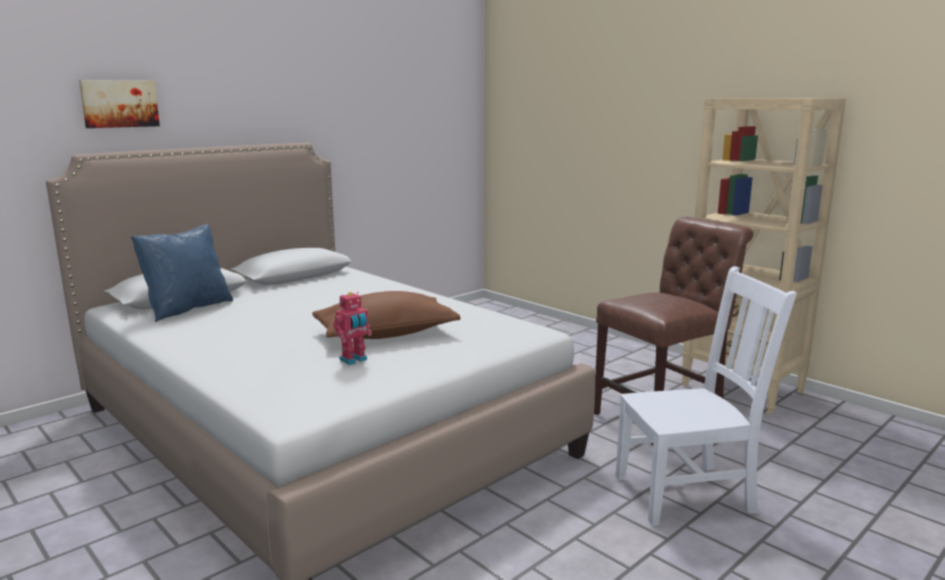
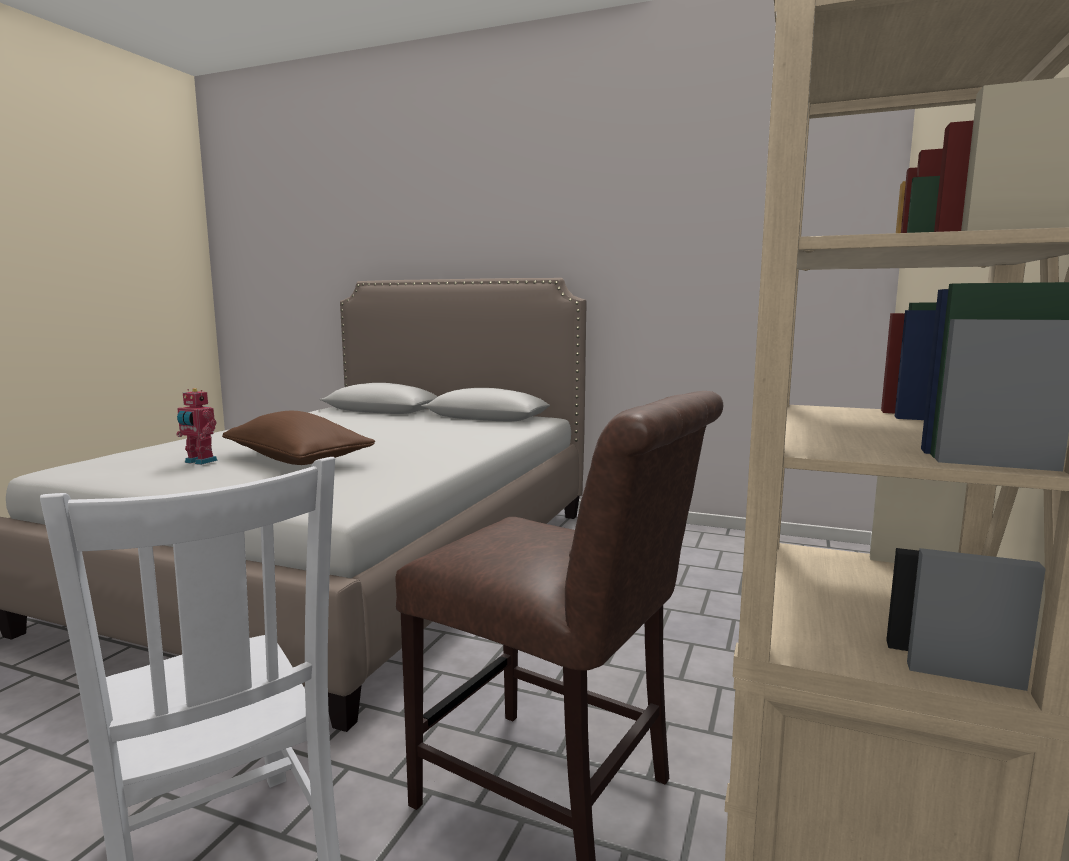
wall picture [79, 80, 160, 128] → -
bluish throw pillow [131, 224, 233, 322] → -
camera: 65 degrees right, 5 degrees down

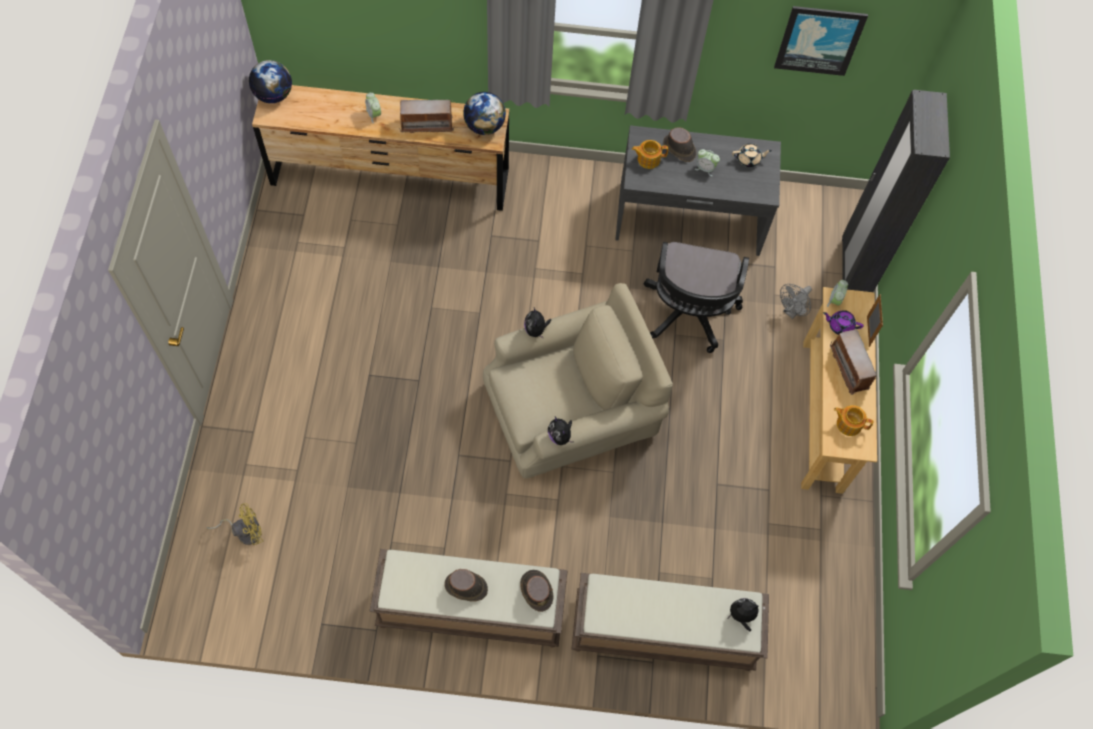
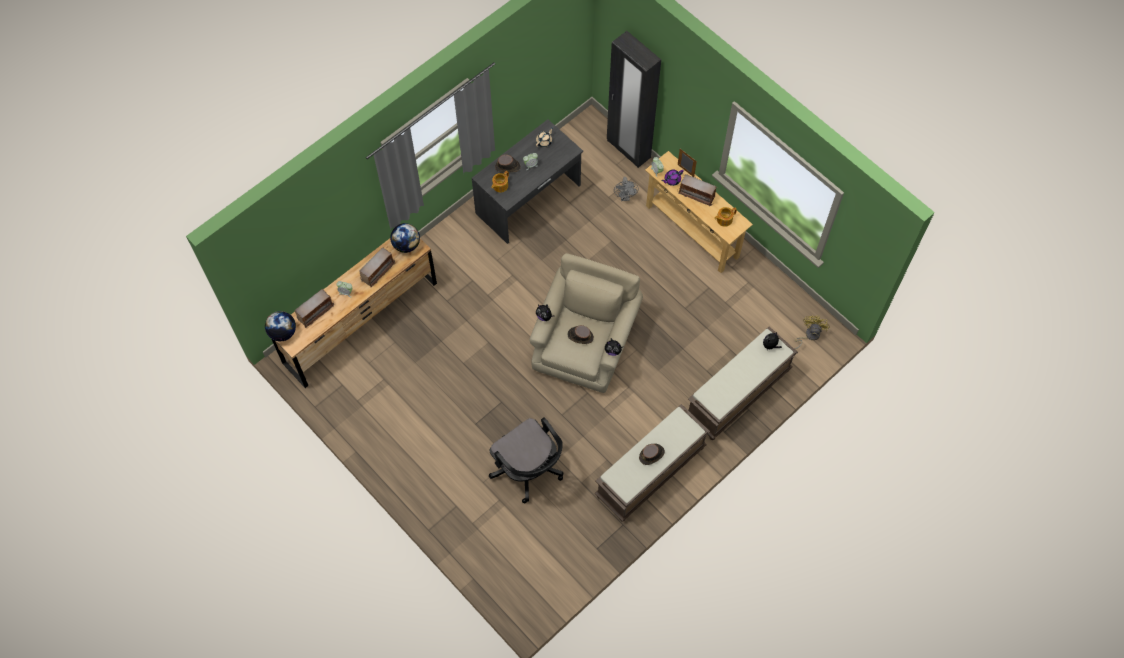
yellow fan [207, 503, 263, 545] → yellow fan [795, 316, 830, 349], move
brown clothing hat [520, 570, 553, 612] → brown clothing hat [568, 325, 594, 344], move
blackish desk chair [643, 242, 749, 353] → blackish desk chair [489, 417, 564, 503], move
wall picture [774, 6, 868, 76] → -
- → radio set [295, 288, 334, 328]
camera: 45 degrees left, 0 degrees up

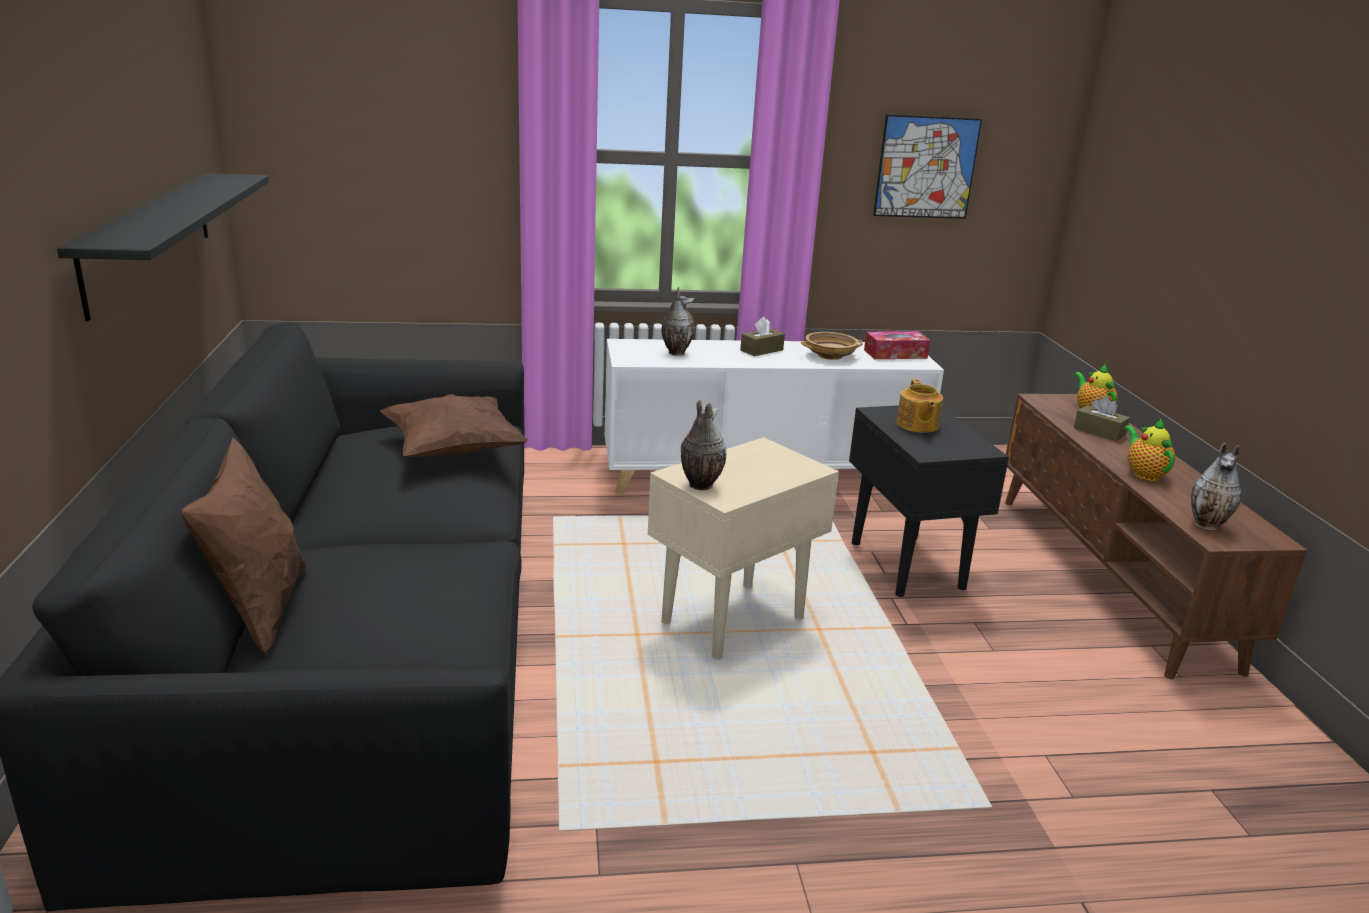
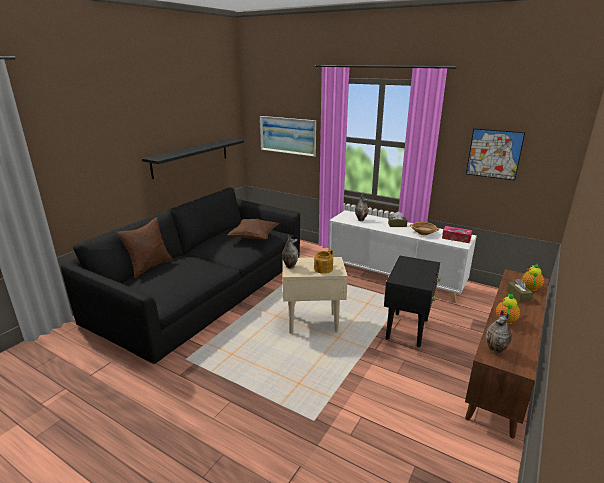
pot for tea [896, 379, 943, 433] → pot for tea [314, 249, 333, 274], move
- → wall picture [259, 116, 316, 157]
camera: 40 degrees right, 0 degrees up

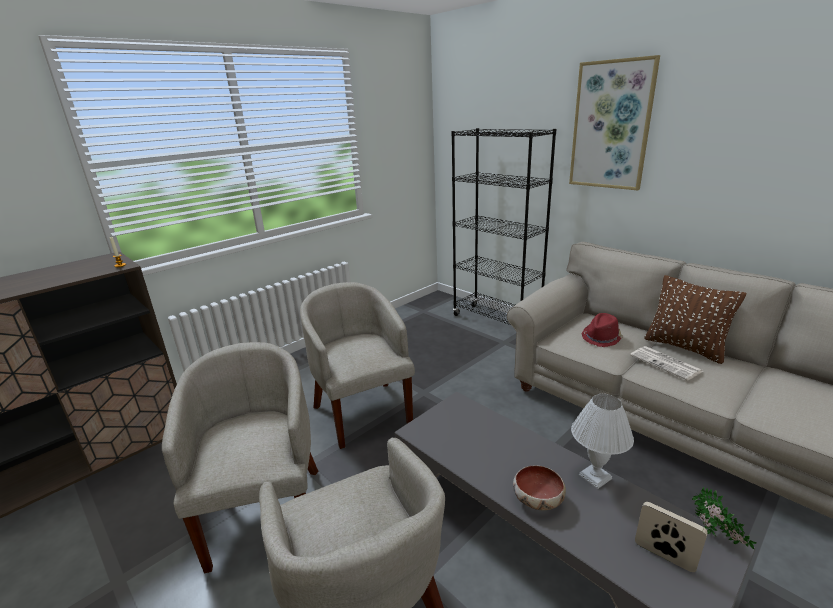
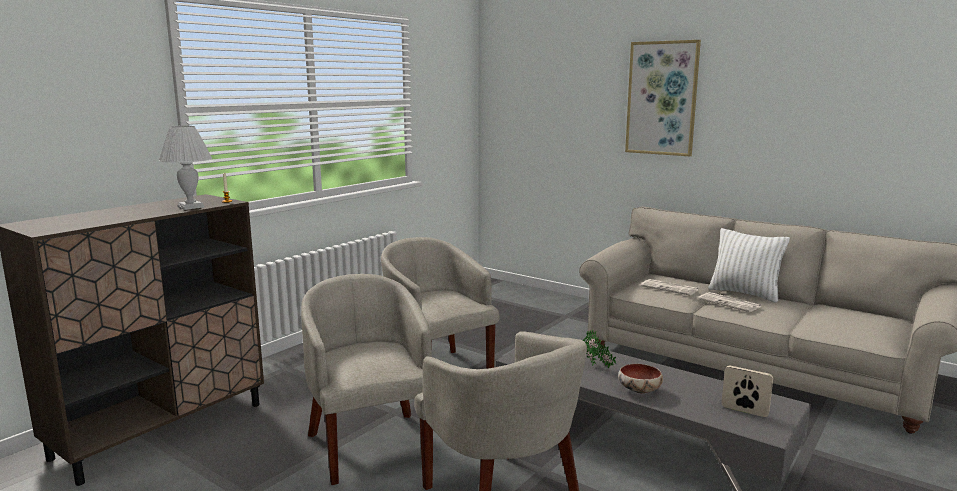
blackish bookshelf [451, 128, 556, 325] → -
white table lamp [571, 394, 634, 489] → white table lamp [159, 126, 212, 210], move
red-coloured clothing hat [582, 313, 623, 347] → newspaper [641, 279, 698, 295]
brown throw pillow [644, 275, 746, 364] → white throw pillow [708, 228, 790, 303]
potted plant [692, 487, 757, 550] → potted plant [583, 330, 616, 368], move
camera: 10 degrees left, 10 degrees down

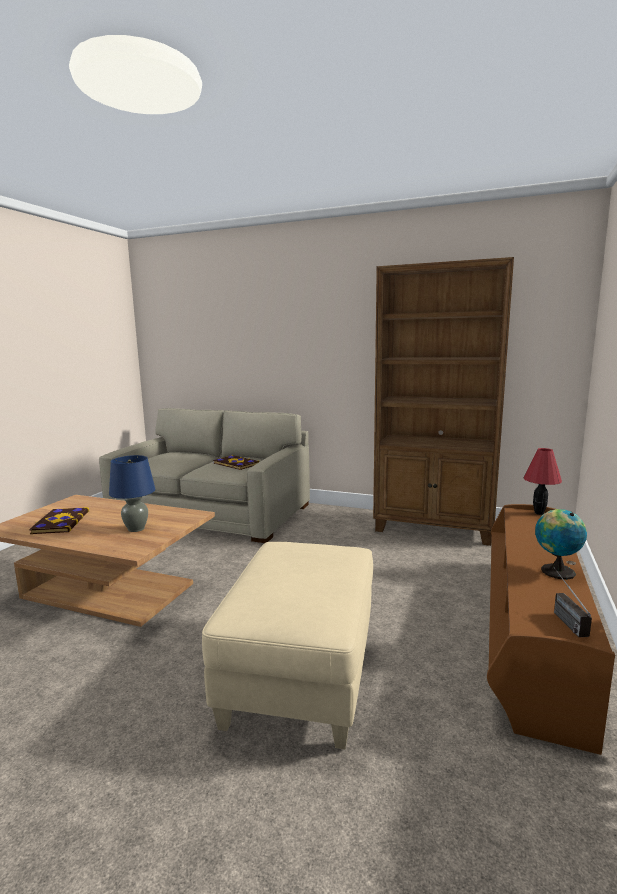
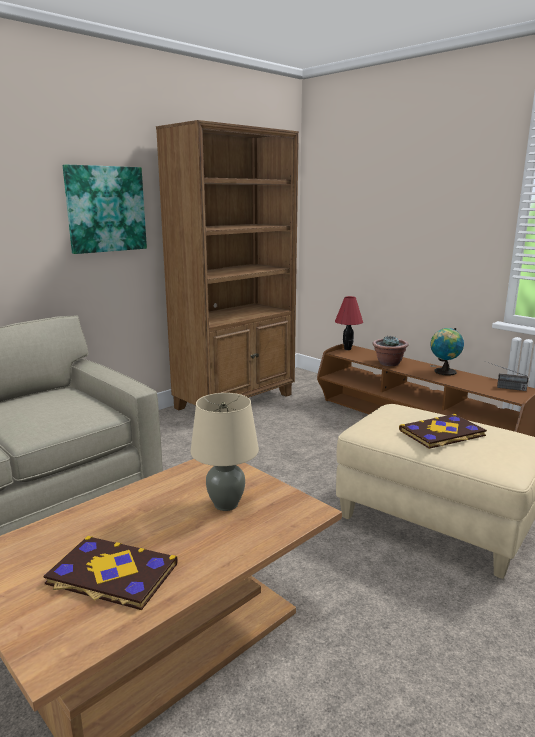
bluish table lamp [109, 455, 155, 532] → beige-coloured table lamp [190, 393, 259, 511]
bound book [213, 455, 260, 470] → bound book [399, 414, 487, 449], move
- → wall picture [63, 164, 147, 254]
- → potted plant [372, 336, 408, 366]
camera: 65 degrees left, 5 degrees up

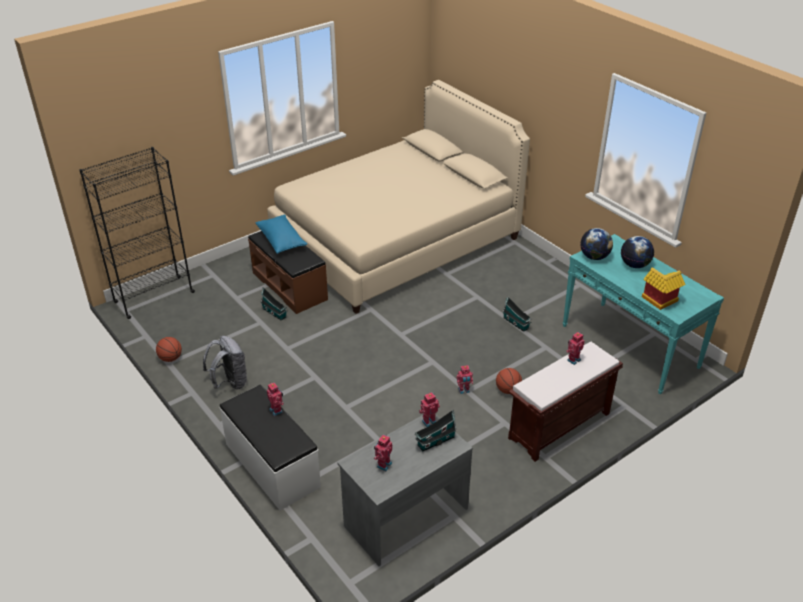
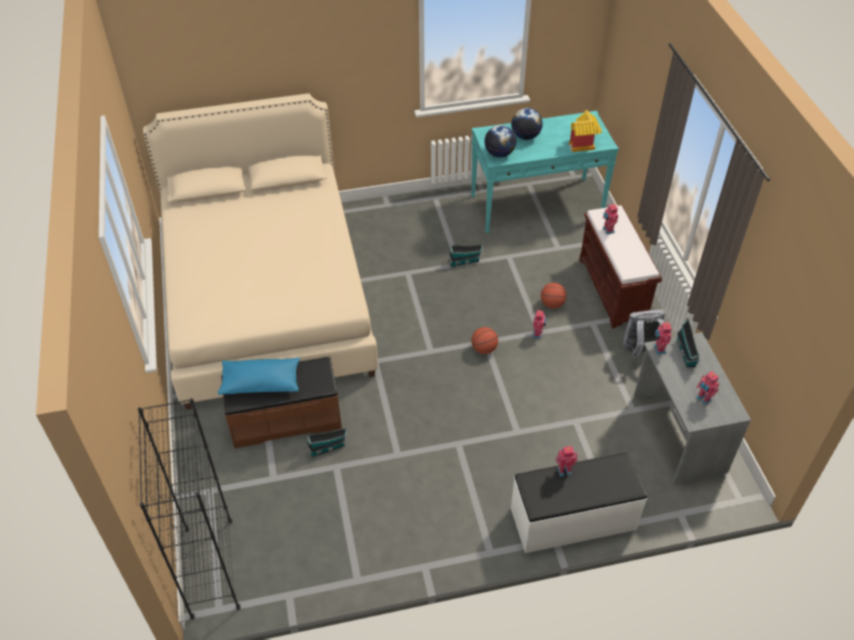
basketball ball [156, 337, 182, 362] → basketball ball [471, 327, 498, 354], move
grey knapsack [203, 336, 247, 390] → grey knapsack [623, 310, 665, 360], move
camera: 65 degrees left, 10 degrees up

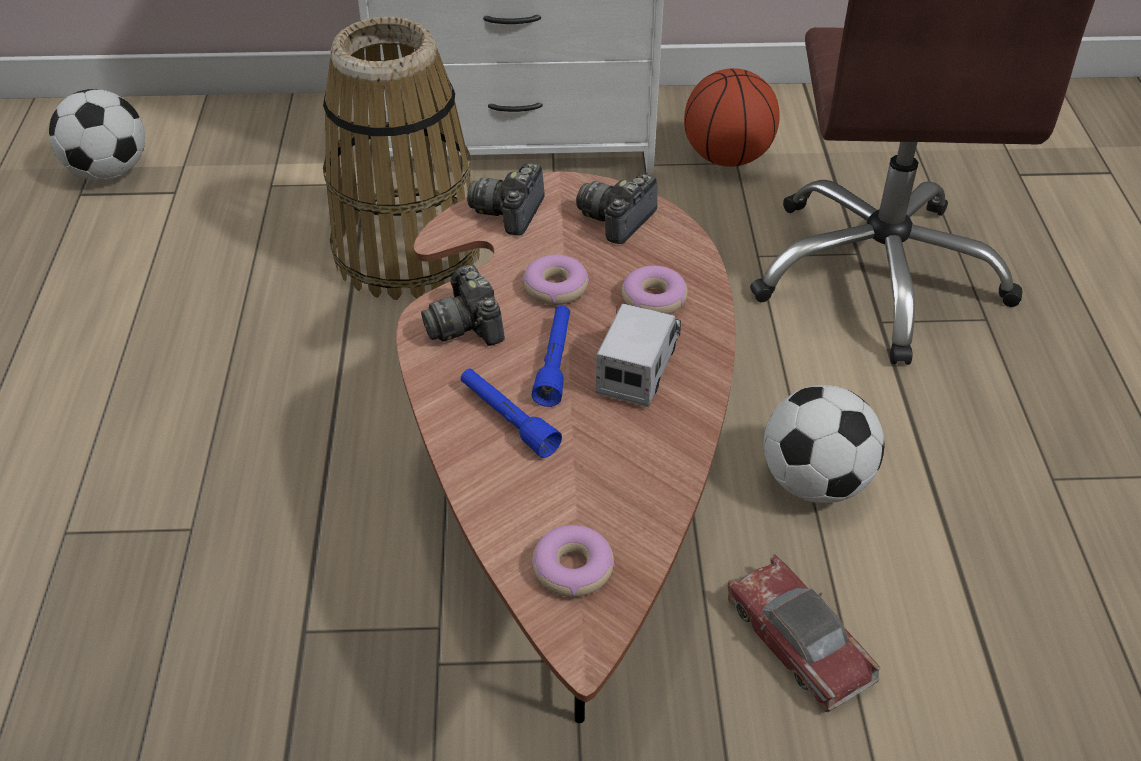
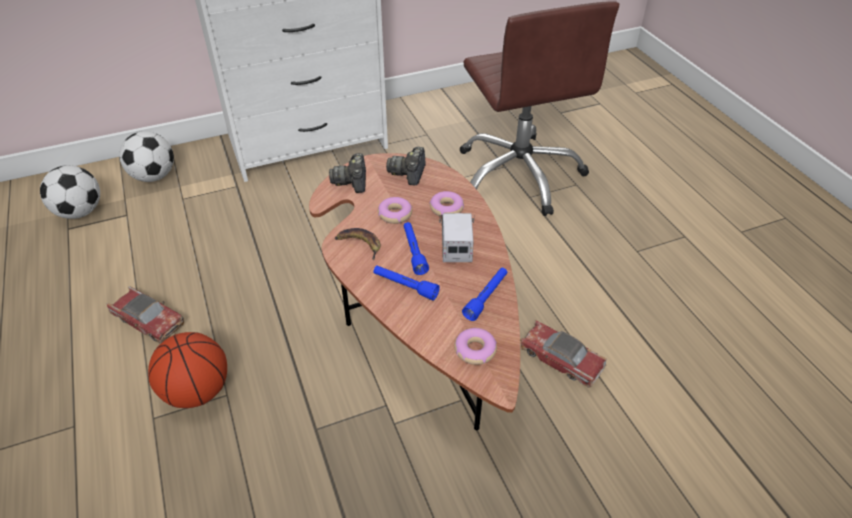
storage basket [323, 17, 480, 300] → -
still camera [421, 264, 505, 346] → banana fruit [335, 228, 380, 260]
basketball ball [684, 68, 780, 167] → basketball ball [148, 332, 227, 408], move
football [764, 385, 884, 503] → football [119, 131, 174, 182], move
- → toy car [107, 286, 184, 343]
- → bluish flashlight [462, 268, 507, 321]
camera: 20 degrees left, 0 degrees up

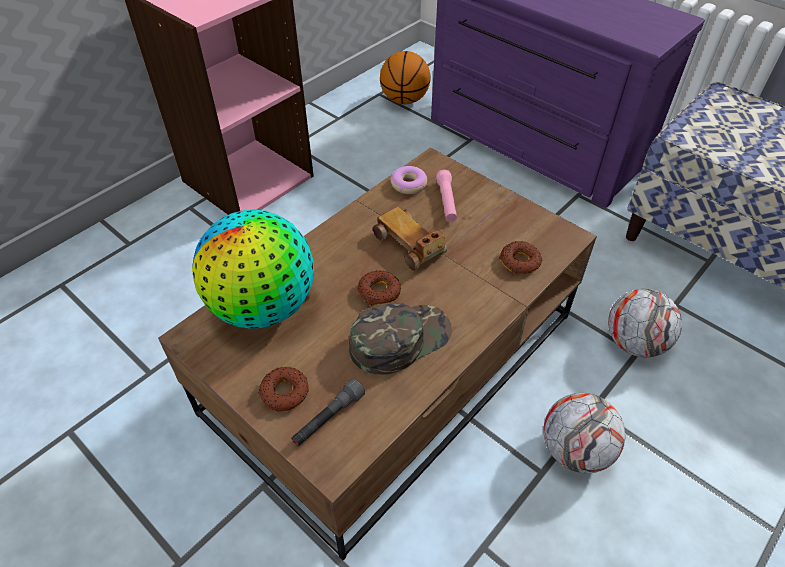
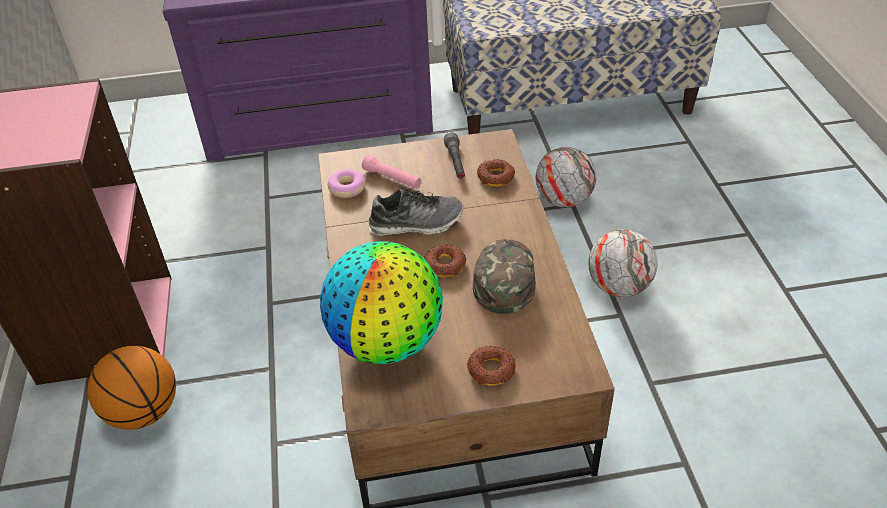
grey flashlight [291, 379, 365, 446] → grey flashlight [444, 132, 465, 179], move
toy car [373, 207, 447, 271] → shoe [369, 188, 463, 236]
basketball ball [380, 51, 431, 104] → basketball ball [88, 346, 176, 430], move
camera: 50 degrees left, 5 degrees down

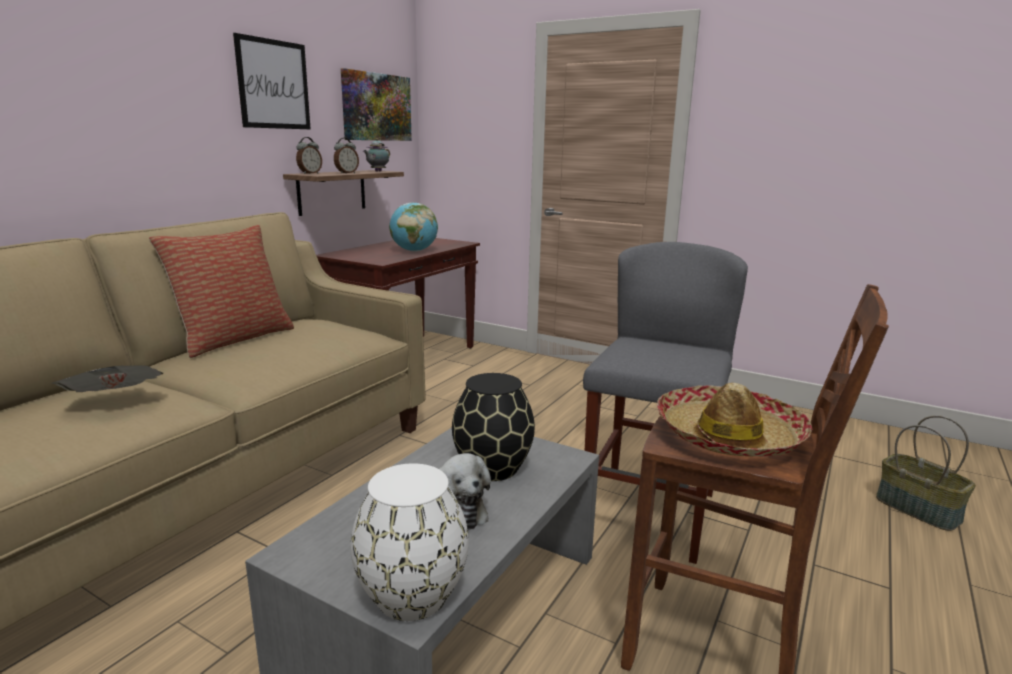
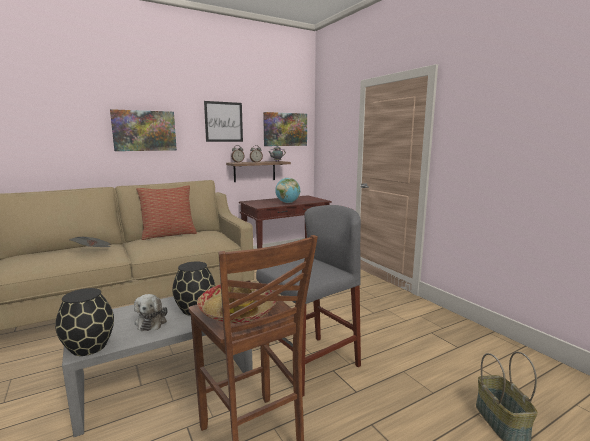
white vase [351, 463, 469, 621] → blackish vase [55, 288, 114, 356]
- → wall picture [110, 109, 177, 151]
camera: 30 degrees right, 5 degrees down

